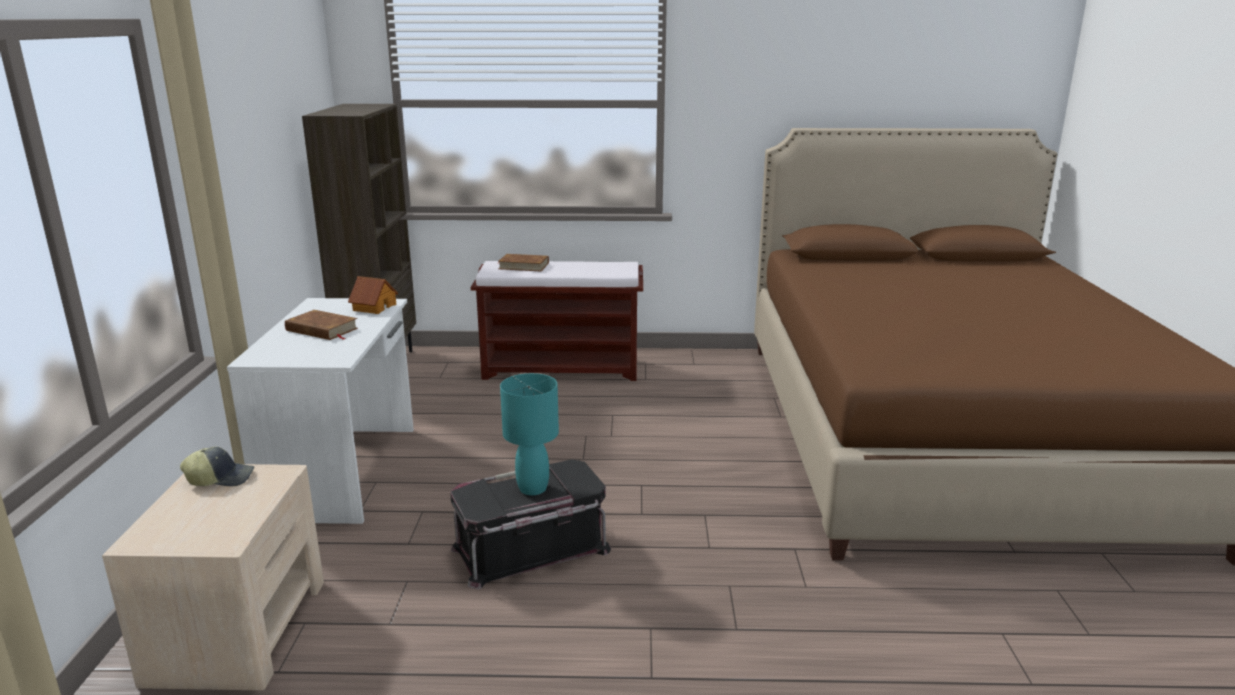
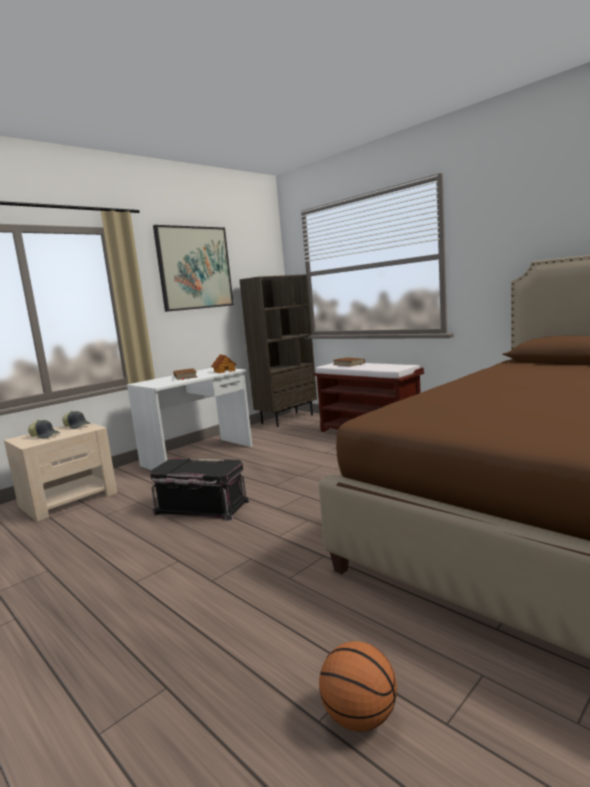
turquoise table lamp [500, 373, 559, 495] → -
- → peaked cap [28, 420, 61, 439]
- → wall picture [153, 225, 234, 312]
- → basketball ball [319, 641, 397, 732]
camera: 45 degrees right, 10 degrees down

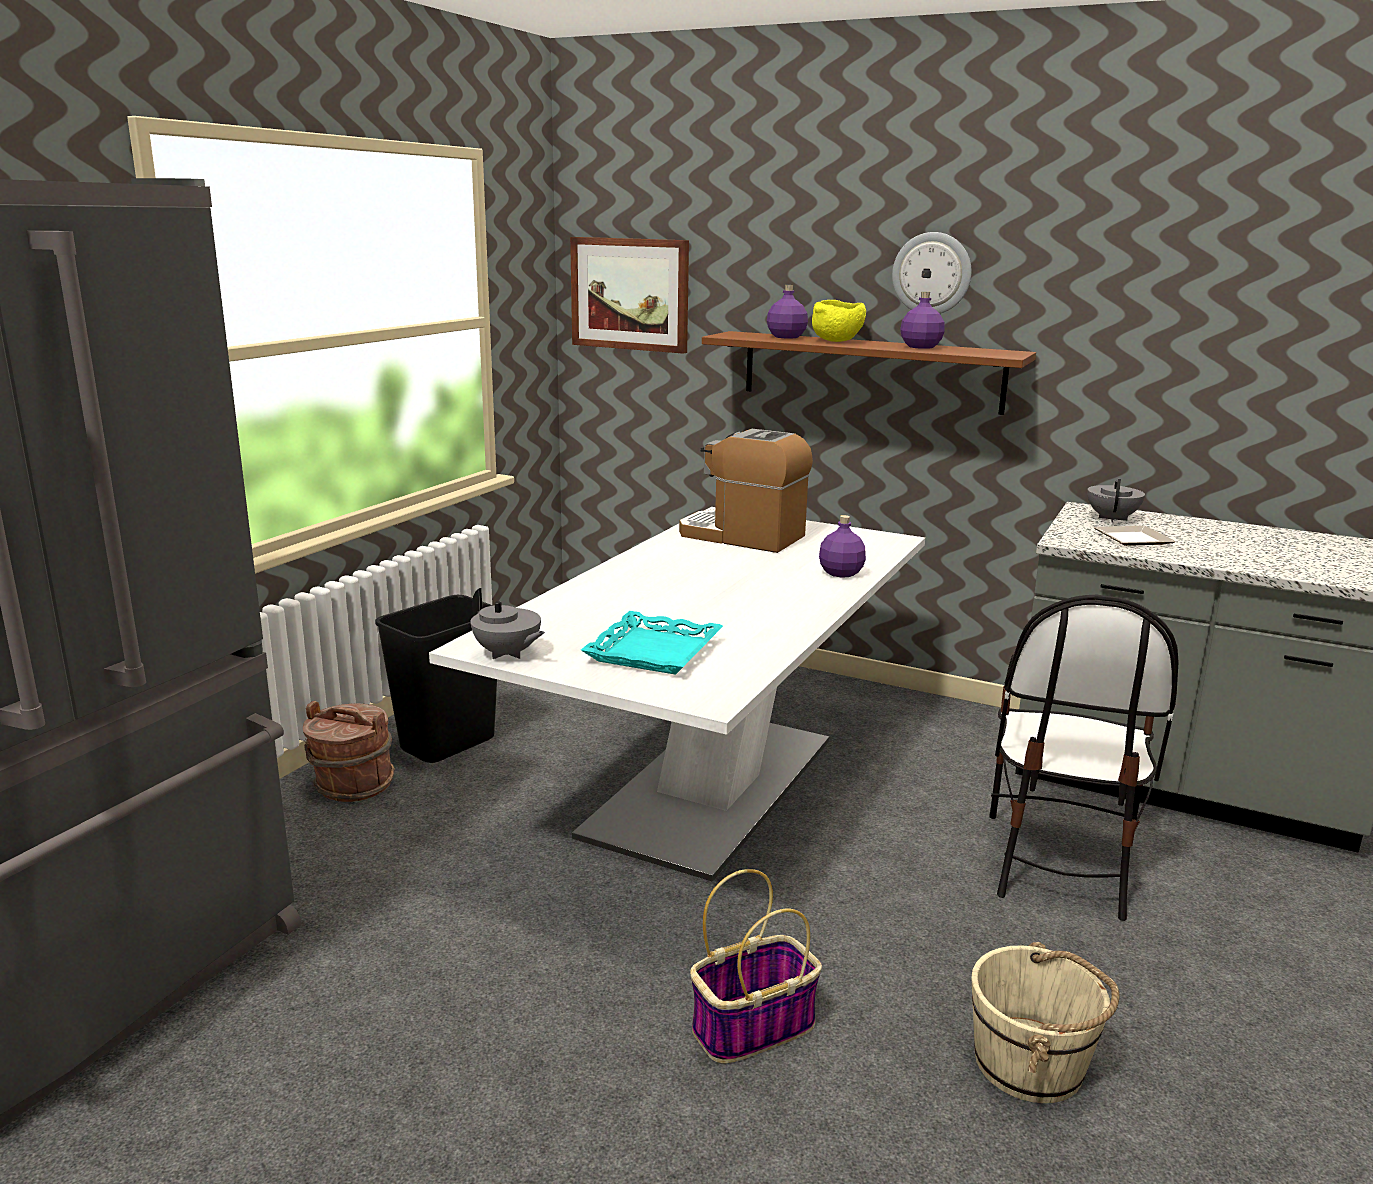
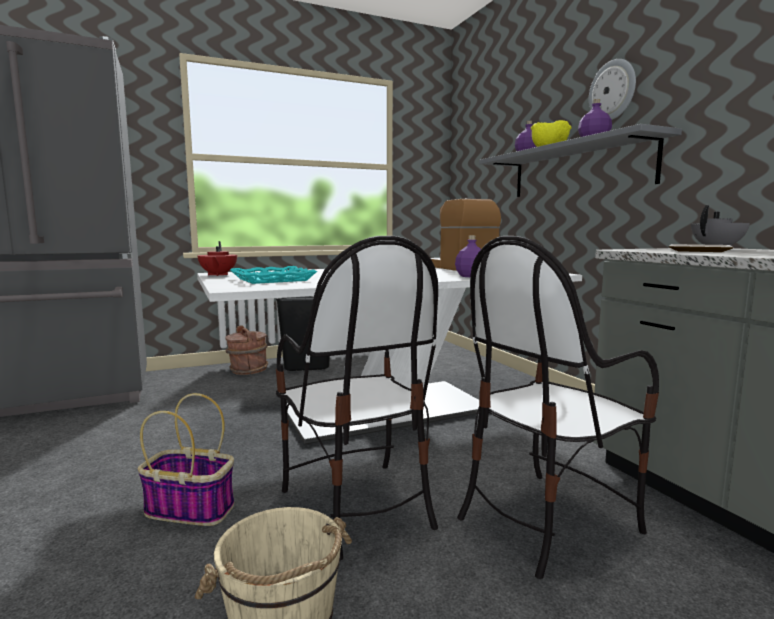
grey pot for tea [470, 588, 545, 659] → red-coloured pot for tea [198, 241, 237, 276]
wall picture [570, 237, 689, 354] → -
brown bracket shelf [702, 331, 1036, 415] → grey bracket shelf [479, 124, 682, 197]
- → plain chair [276, 236, 438, 560]
camera: 40 degrees right, 10 degrees down

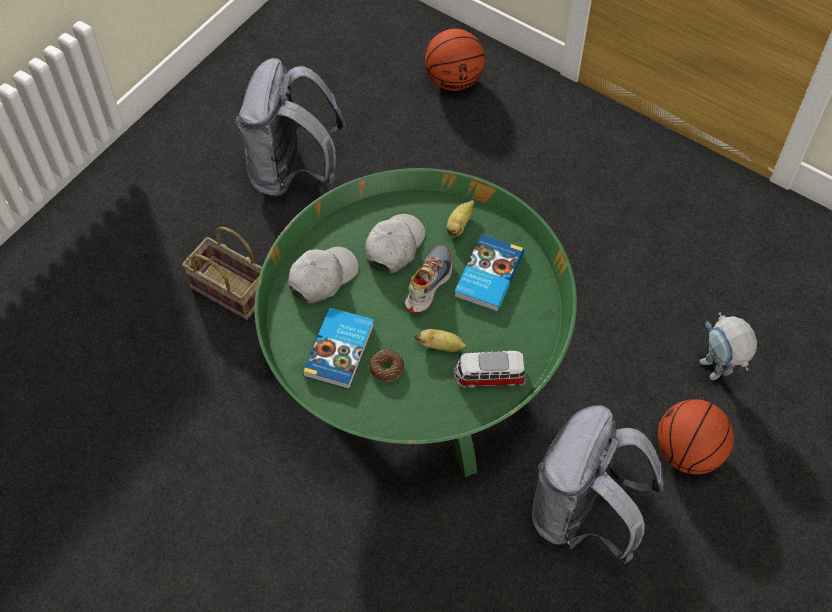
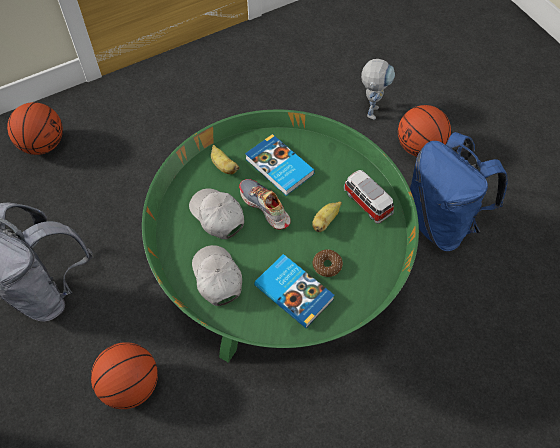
storage basket [182, 227, 262, 320] → basketball ball [91, 342, 158, 409]
toy car [454, 351, 526, 388] → toy car [344, 170, 394, 224], 120 degrees clockwise
grey knapsack [532, 405, 664, 564] → bluish knapsack [410, 132, 508, 251]
robot figure [699, 312, 757, 381] → robot figure [361, 59, 395, 120], 75 degrees counterclockwise
camera: 65 degrees left, 0 degrees up

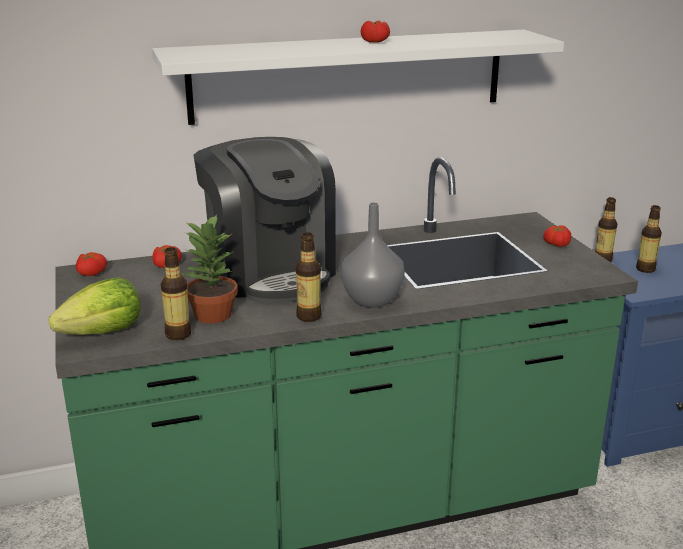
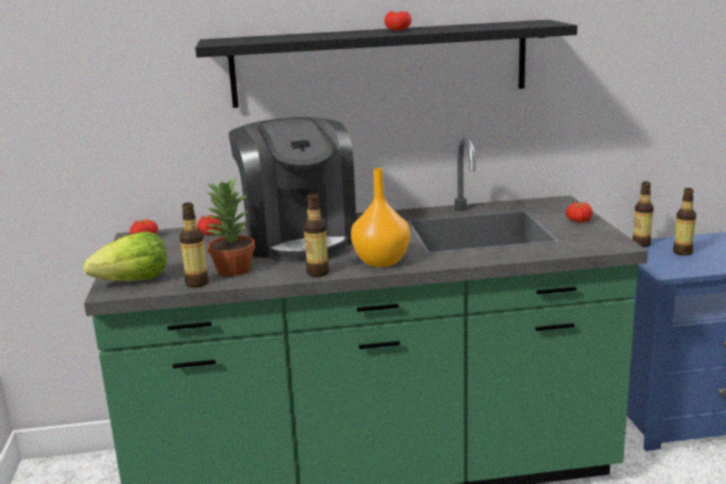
white bracket shelf [152, 30, 564, 125] → blackish bracket shelf [195, 20, 577, 108]
grey vase [341, 202, 405, 308] → orange-coloured vase [351, 168, 410, 267]
camera: 10 degrees right, 5 degrees down

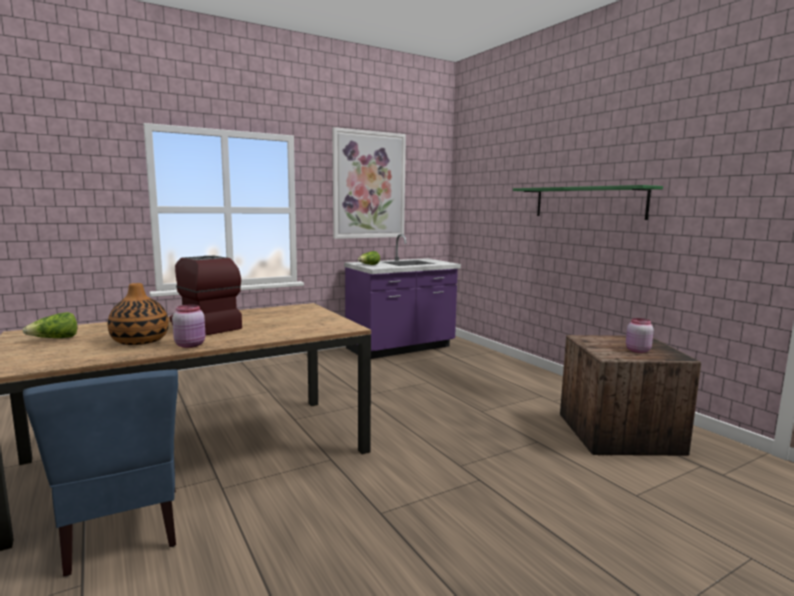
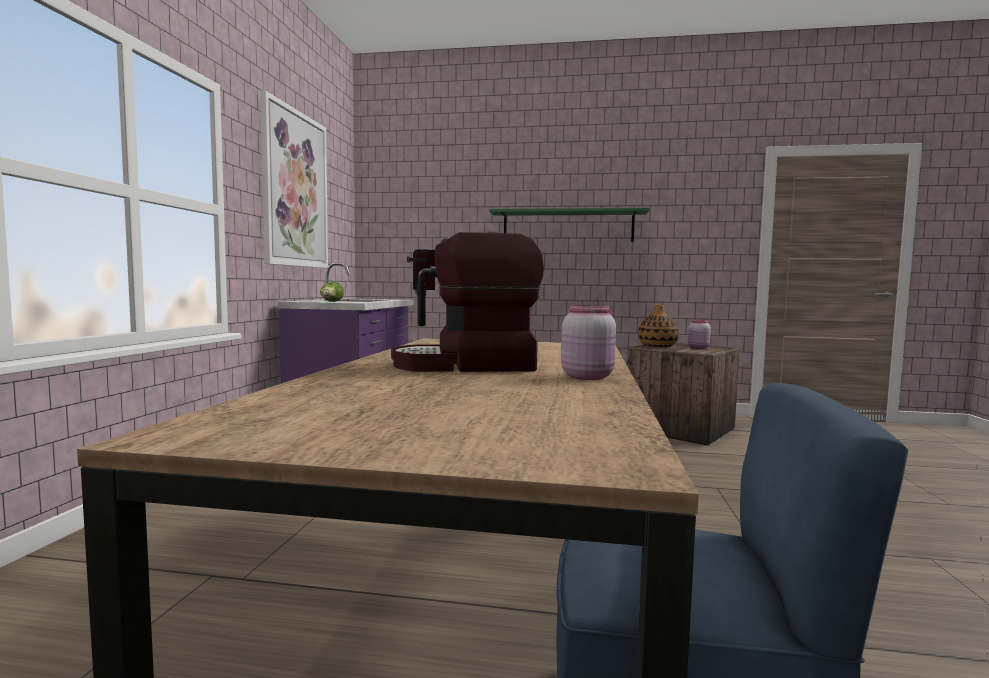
lettuce head [22, 312, 77, 338] → -
vase [108, 283, 169, 345] → vase [638, 305, 678, 347], move
camera: 50 degrees left, 5 degrees down

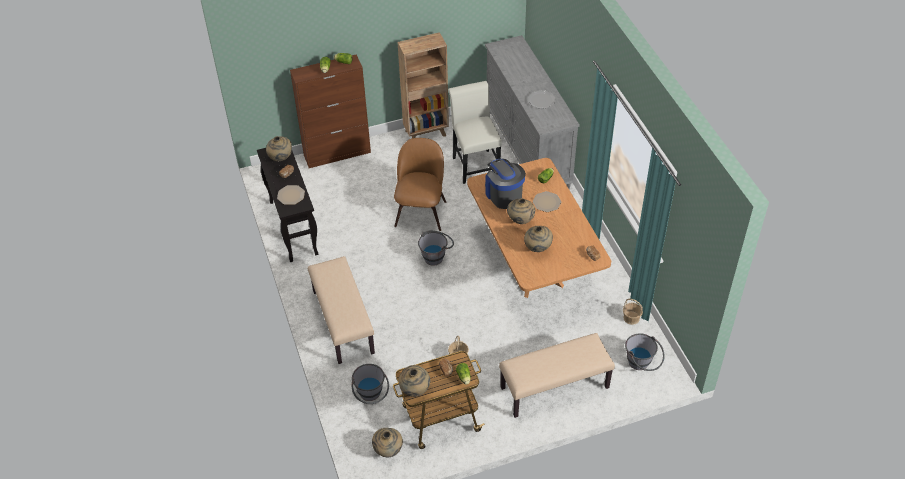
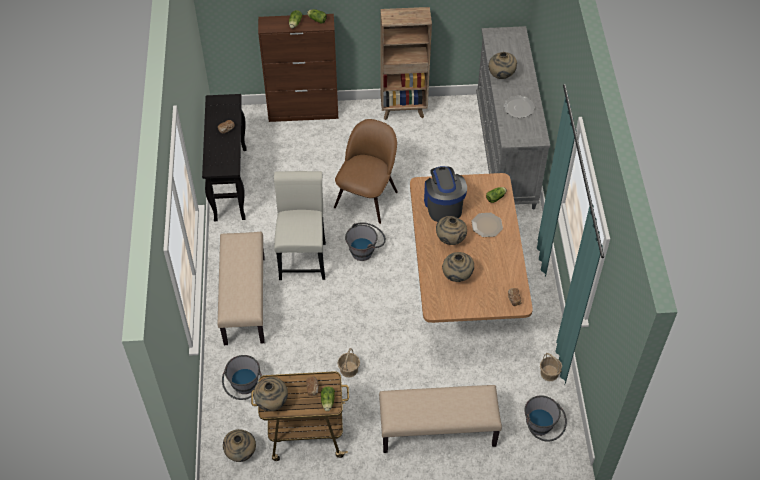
beige-coloured vase [266, 136, 292, 161] → beige-coloured vase [488, 52, 517, 79], move
plate [277, 185, 305, 205] → -
white plain chair [448, 81, 502, 184] → white plain chair [274, 171, 326, 280], move
camera: 15 degrees right, 5 degrees up

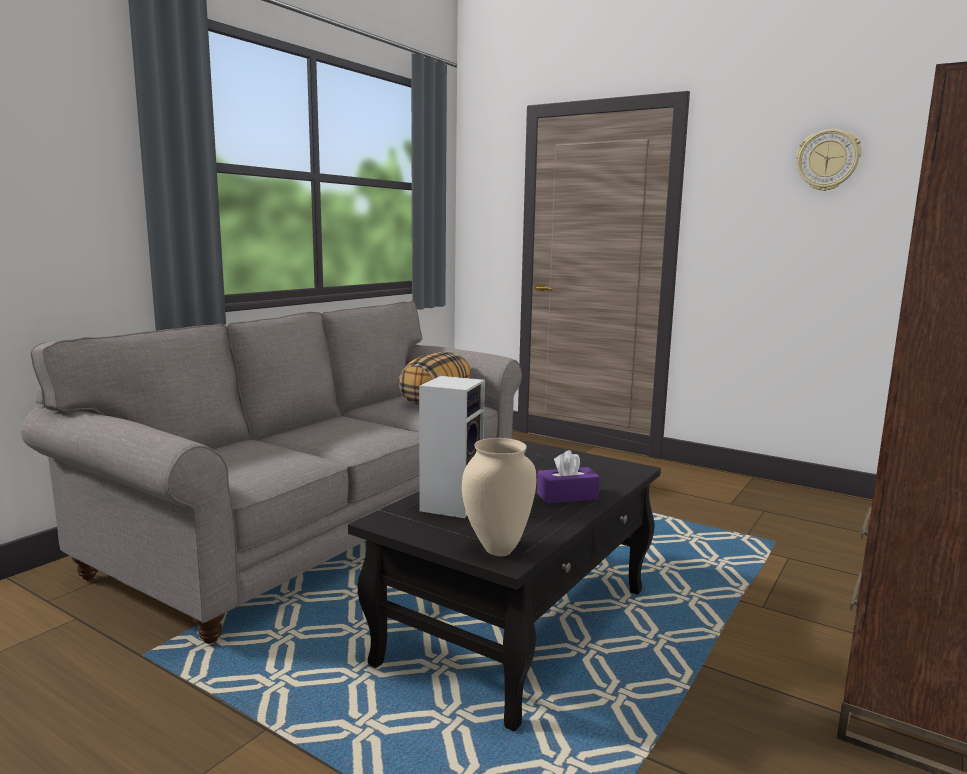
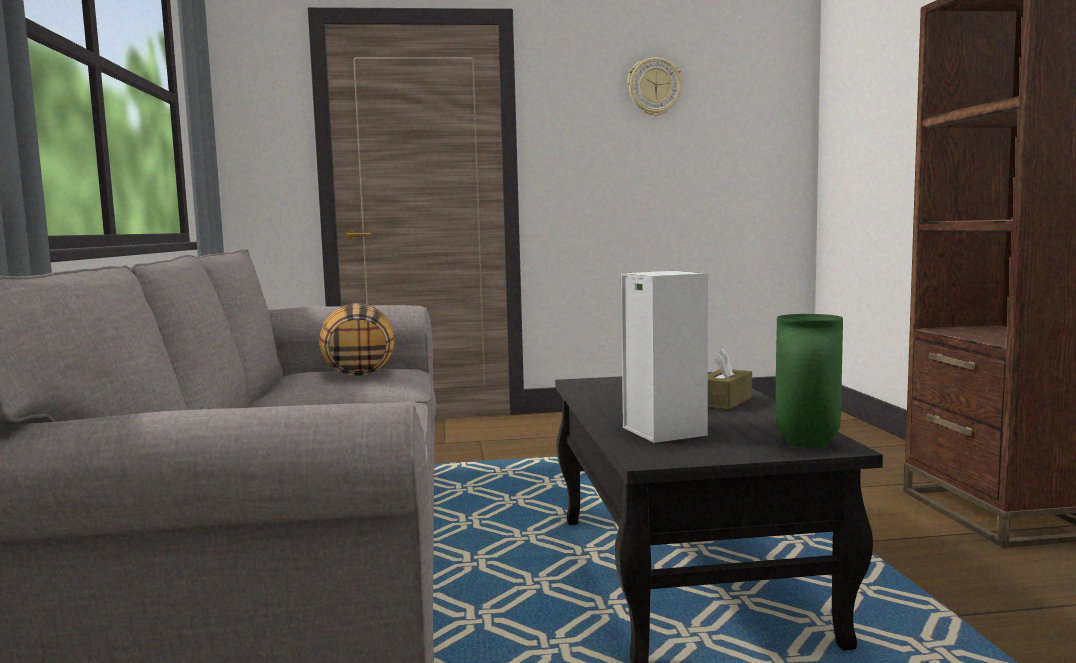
beige-coloured vase [462, 438, 536, 556] → green vase [776, 314, 843, 448]
purple tissue holder [537, 450, 600, 504] → brown tissue holder [708, 348, 752, 410]
camera: 40 degrees left, 5 degrees down

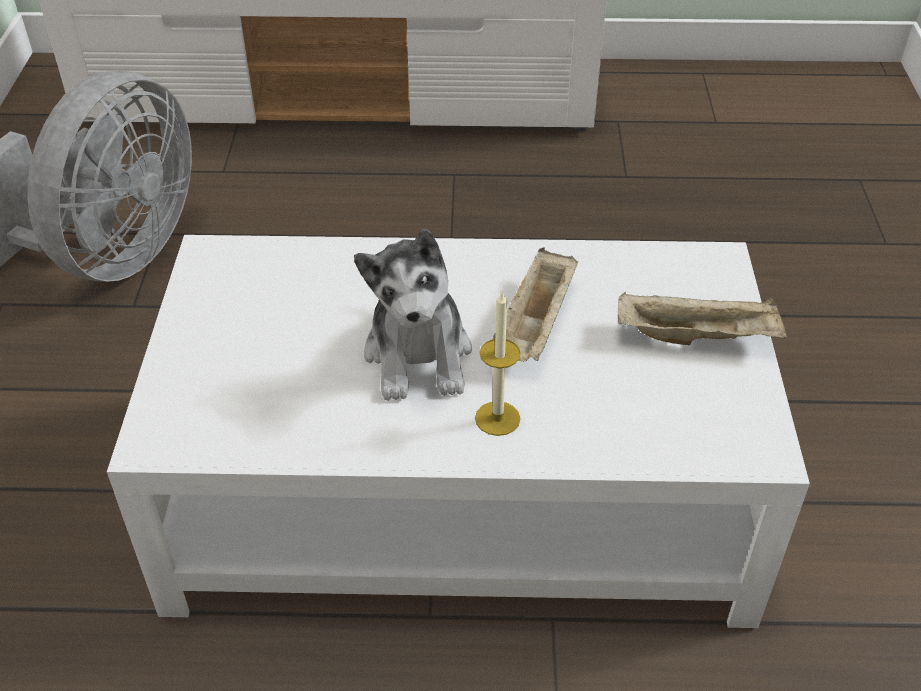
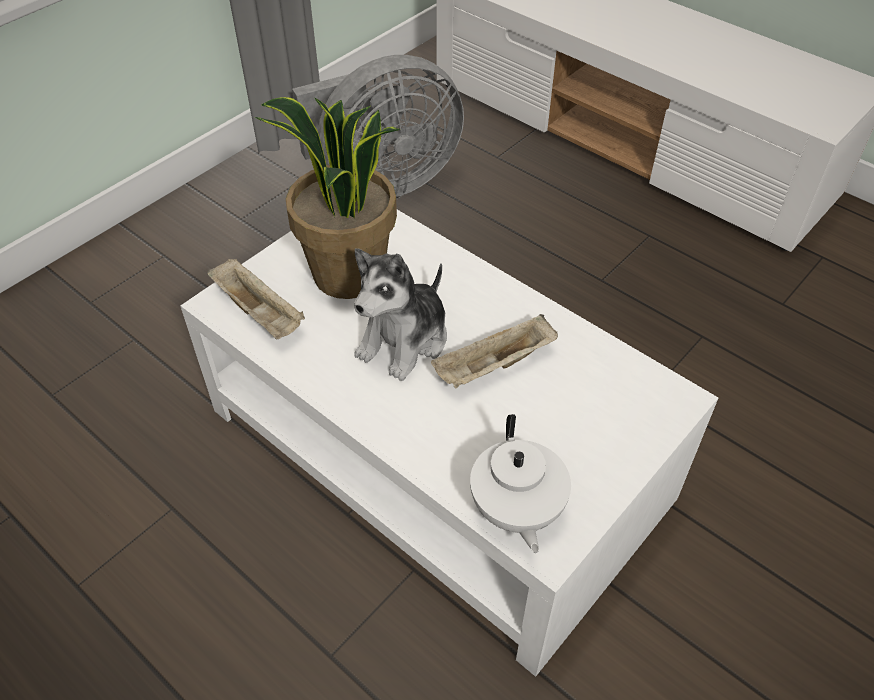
candle [475, 290, 521, 436] → -
beige-coloured tray [617, 292, 787, 345] → beige-coloured tray [207, 259, 305, 339], move
- → potted plant [255, 97, 400, 299]
- → white pot for tea [470, 414, 571, 553]
camera: 40 degrees right, 5 degrees up

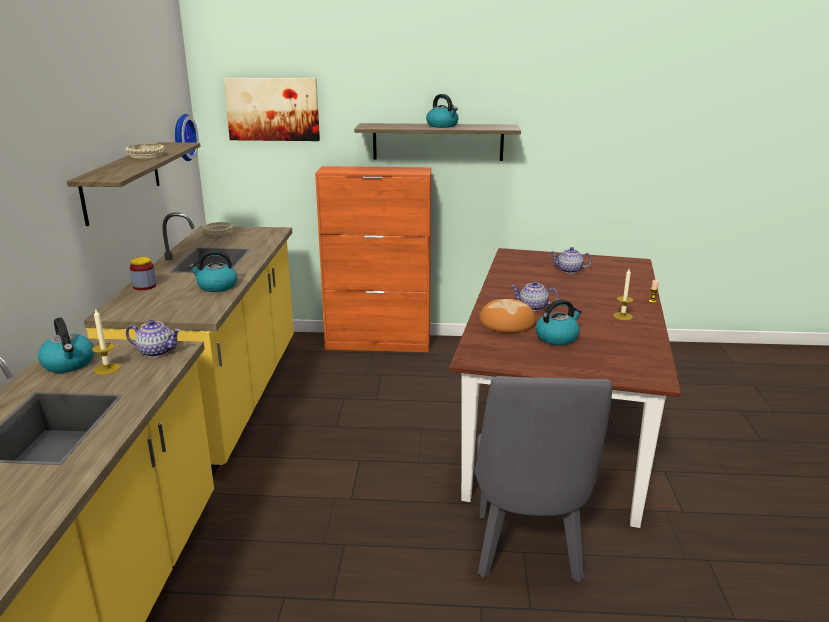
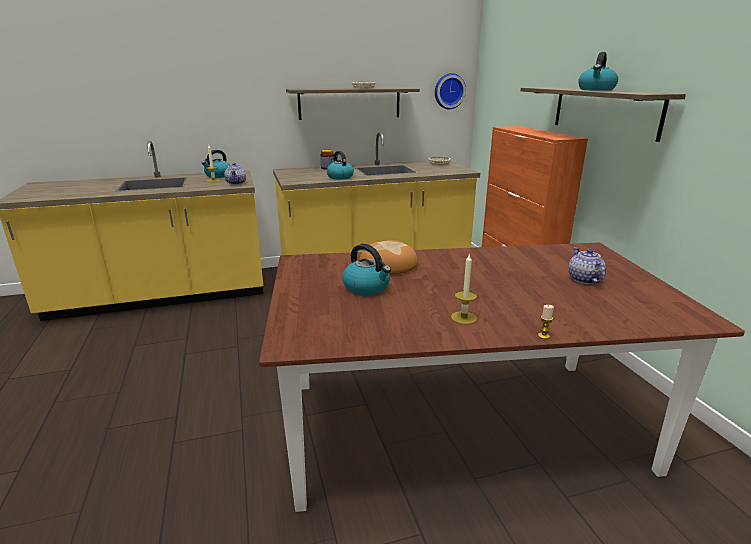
wall picture [223, 78, 320, 141] → -
grey plain chair [475, 376, 612, 582] → -
pot for tea [511, 281, 558, 311] → -
camera: 70 degrees right, 0 degrees up

